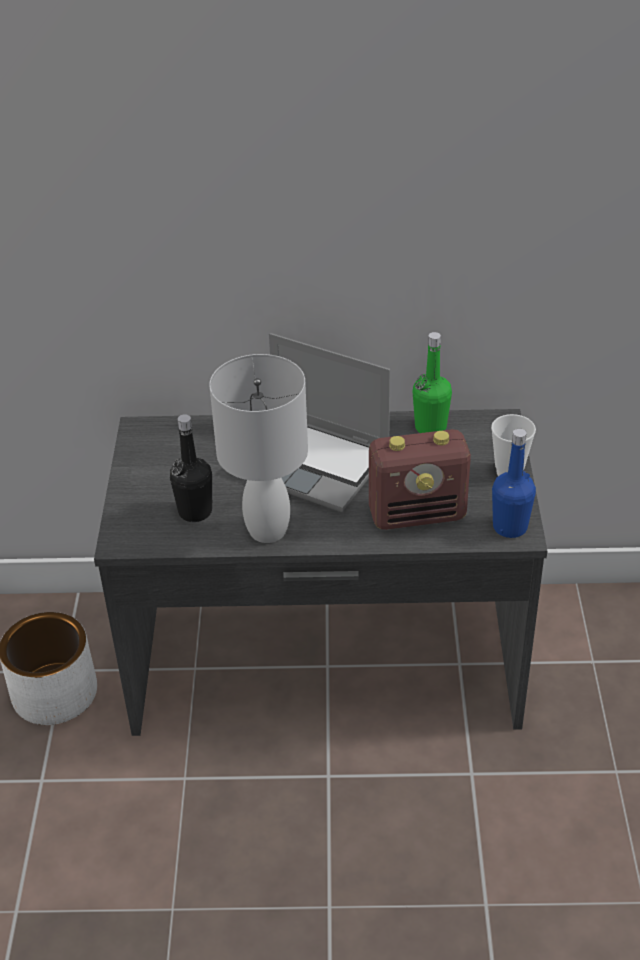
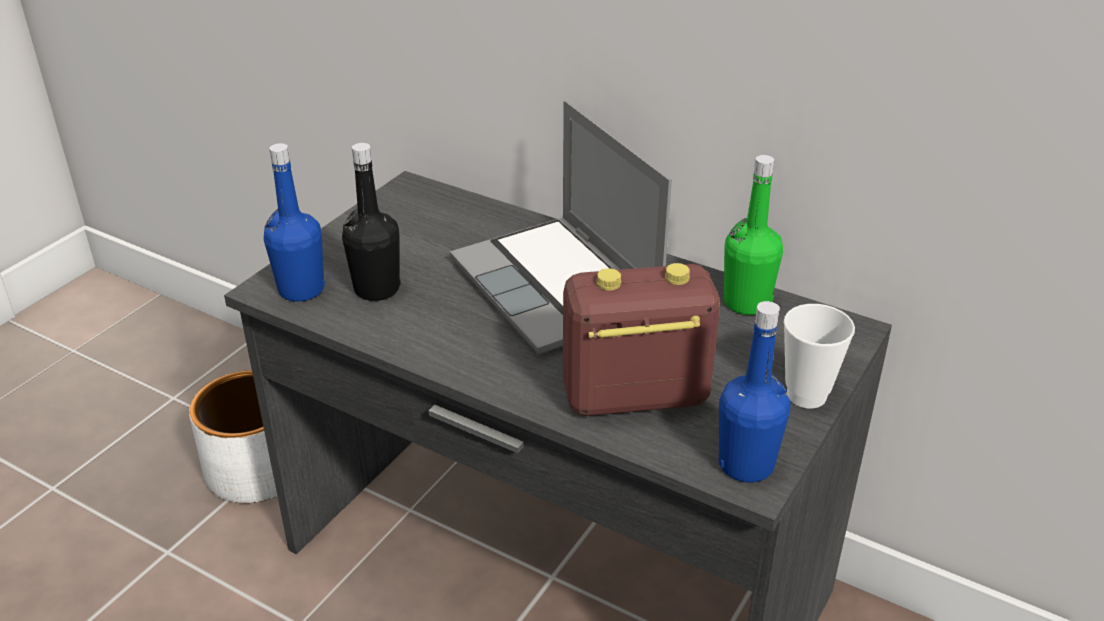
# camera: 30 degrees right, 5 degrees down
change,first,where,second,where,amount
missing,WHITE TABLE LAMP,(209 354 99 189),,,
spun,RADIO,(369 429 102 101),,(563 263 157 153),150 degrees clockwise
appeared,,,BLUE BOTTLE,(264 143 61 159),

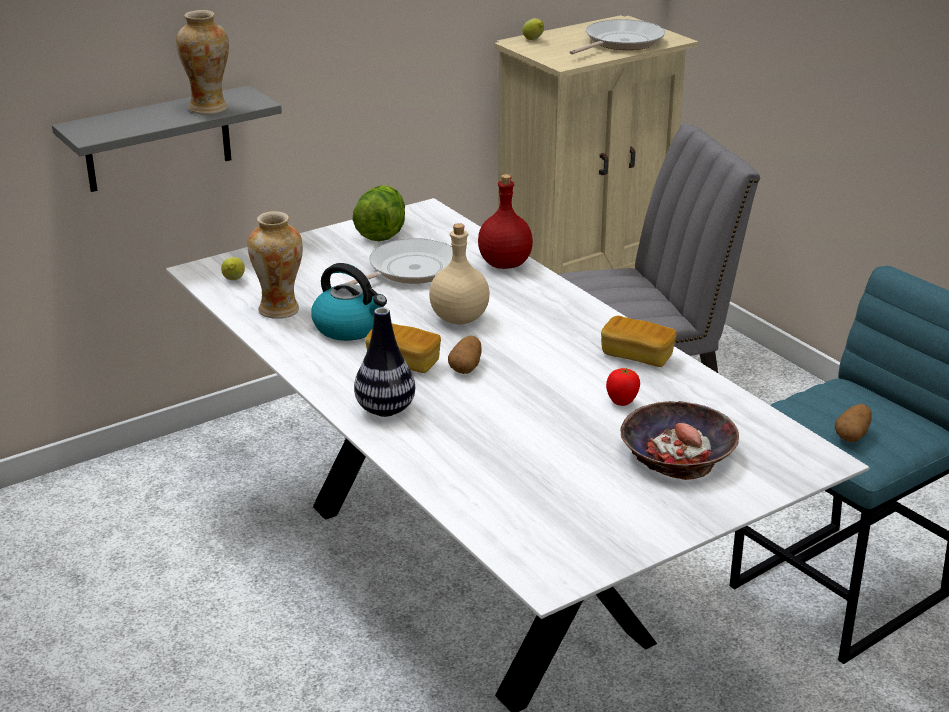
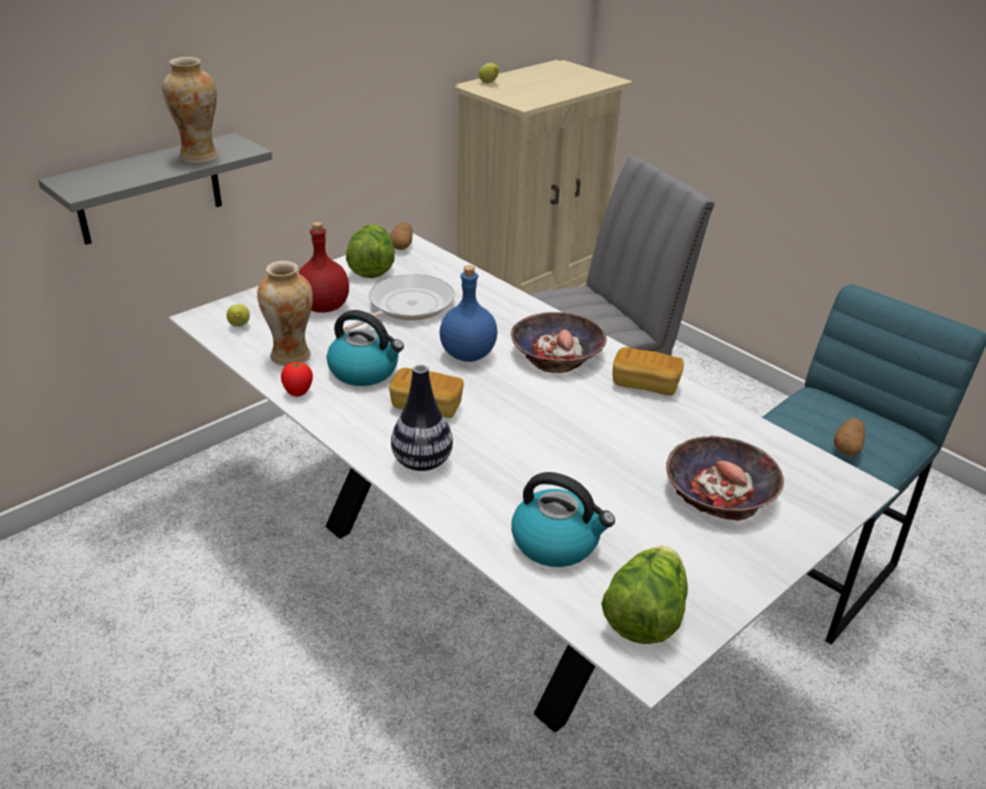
# camera: 10 degrees left, 5 degrees up
change,first,where,second,where,amount
colour,BEIGE BOTTLE,(429 223 61 102),BLUE BOTTLE,(440 265 58 97),
relocated,POTATO,(448 335 33 39),,(390 222 23 28),
relocated,RED BOTTLE,(478 174 55 95),,(298 222 51 91),
missing,FRYING PAN,(570 19 95 35),,,
relocated,TOMATO,(606 368 34 38),,(281 362 32 35),
appeared,,,BOWL,(511 312 96 61),
appeared,,,KETTLE,(511 472 104 95),
appeared,,,LETTUCE,(601 546 87 98),

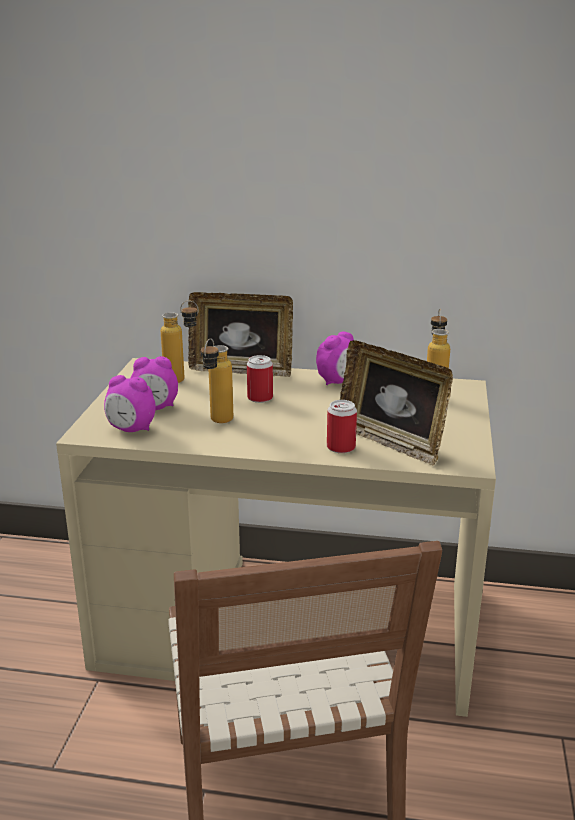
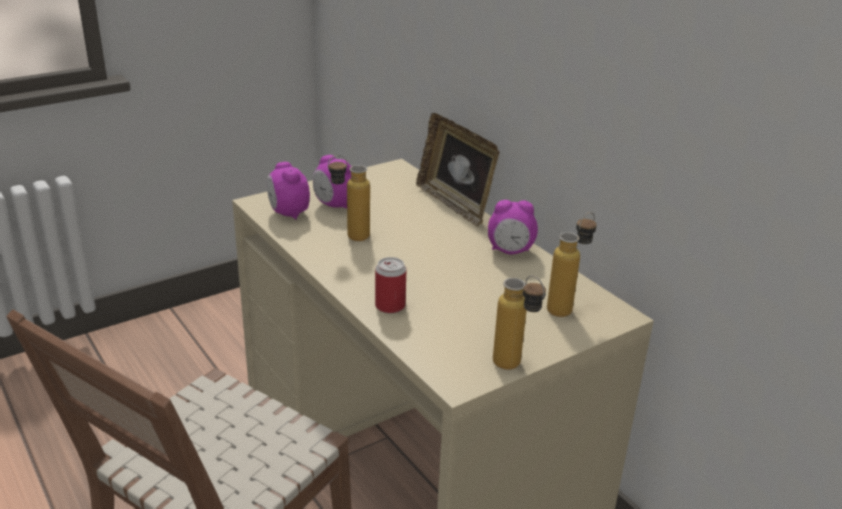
# camera: 45 degrees right, 5 degrees up
change,first,where,second,where,amount
relocated,BOTTLE,(161 300 38 83),,(493 275 53 95),
missing,CAN,(247 355 26 48),,,
missing,PICTURE FRAME,(340 340 113 126),,,

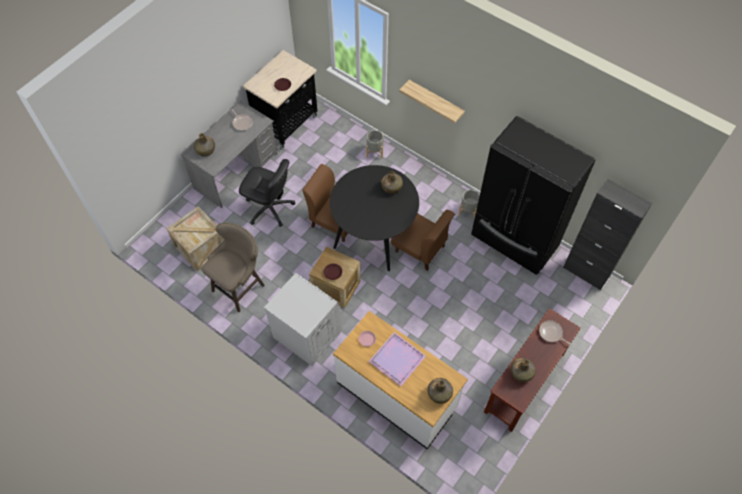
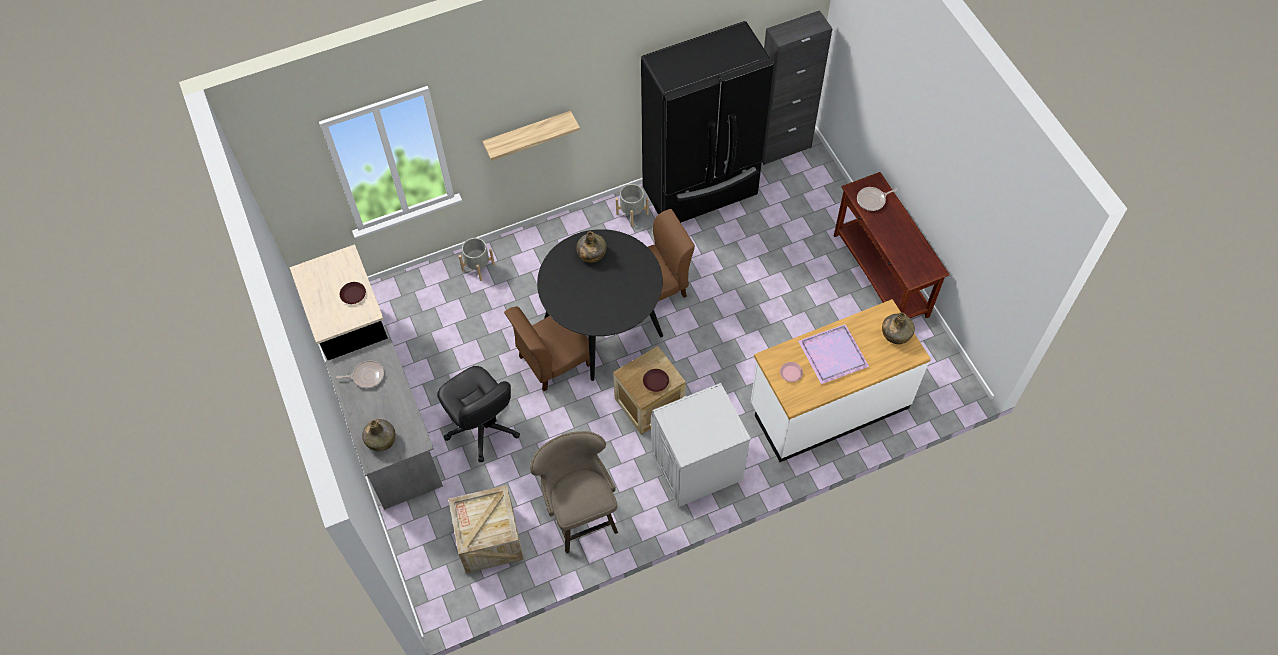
# camera: 60 degrees left, 0 degrees up
change,first,where,second,where,amount
spun,BLACK OFFICE CHAIR,(239 159 56 68),,(437 366 83 96),90 degrees clockwise
missing,GREEN BOTTLE,(511 358 25 24),,,

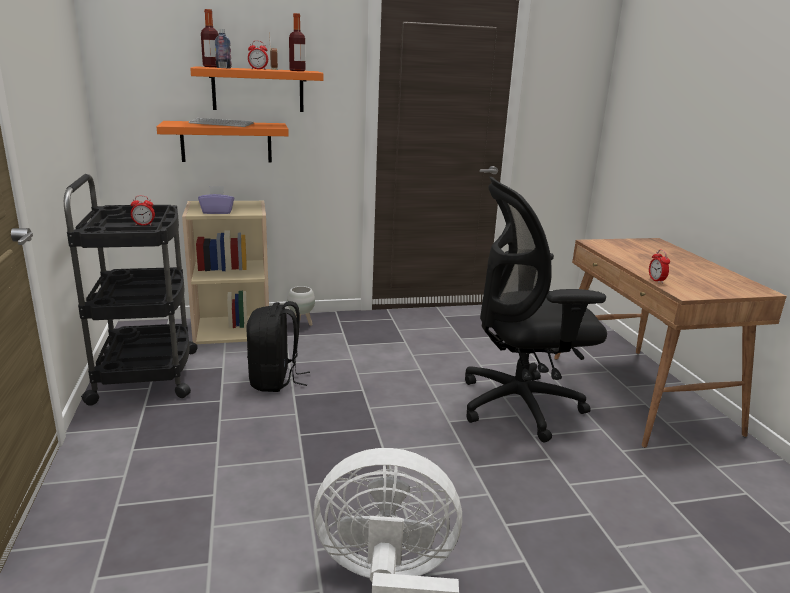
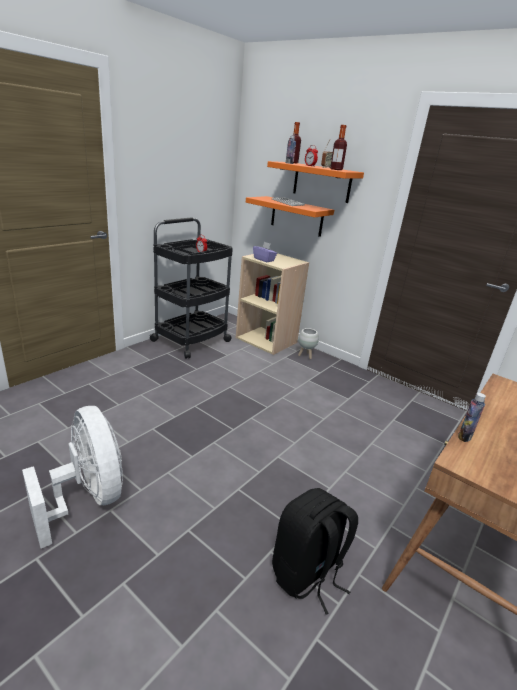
# camera: 50 degrees right, 5 degrees up
change,first,where,second,where,amount
relocated,BLACK BACKPACK,(246 301 64 91),,(272 488 86 126),
missing,BLACK OFFICE CHAIR,(465 177 142 265),,,
exchanged,ALARM CLOCK,(649 250 21 33),BOTTLE,(458 393 28 49),

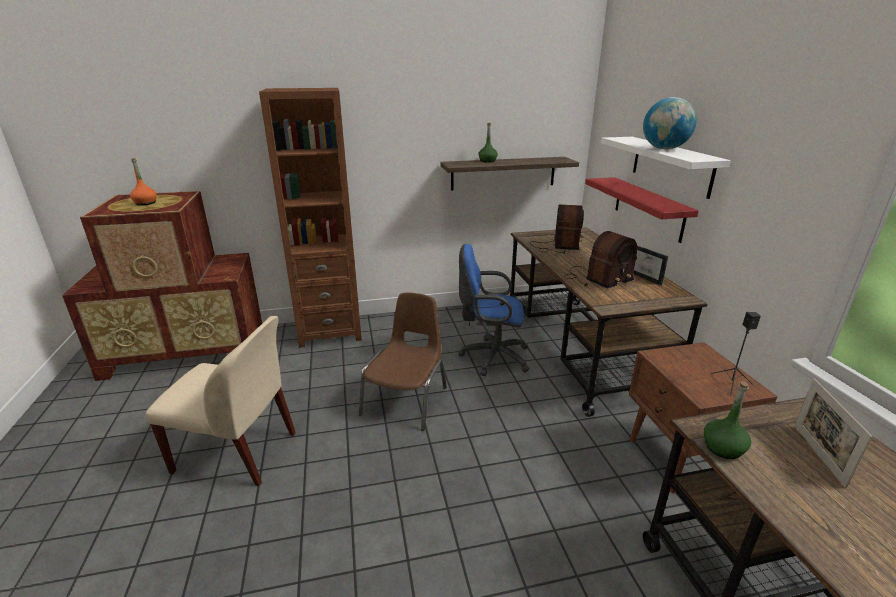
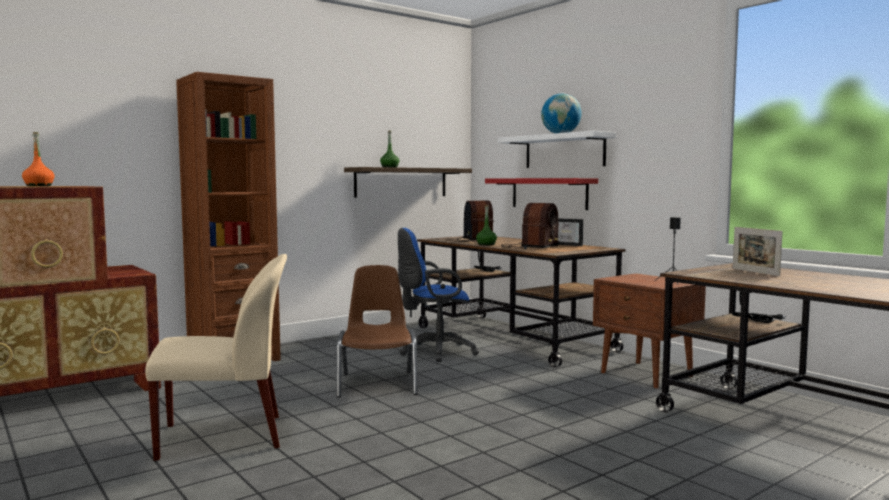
# camera: 25 degrees left, 20 degrees down
change,first,where,second,where,amount
relocated,GREEN BOTTLE,(704 381 47 78),,(476 205 21 41),

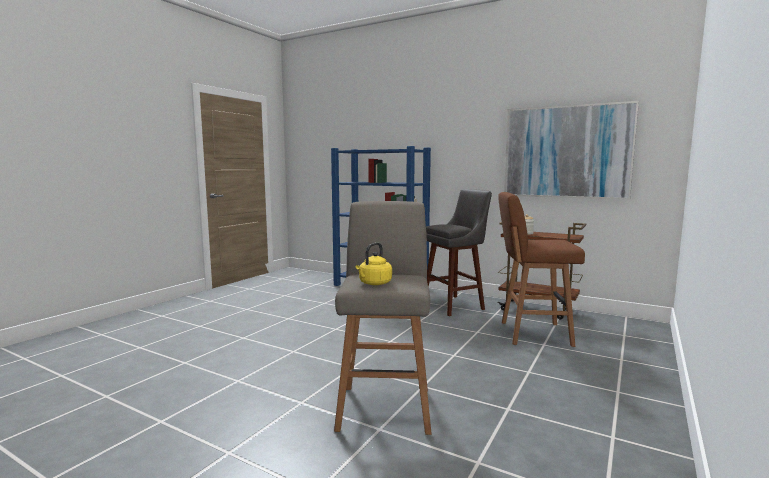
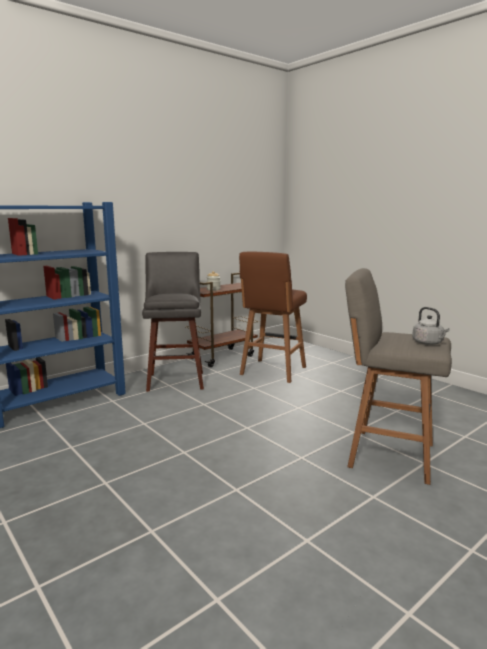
# camera: 70 degrees left, 5 degrees up
change,first,where,second,where,amount
colour,YELLOW KETTLE,(356 242 36 43),GREY KETTLE,(412 307 37 38),
missing,PICTURE,(504 101 135 99),,,

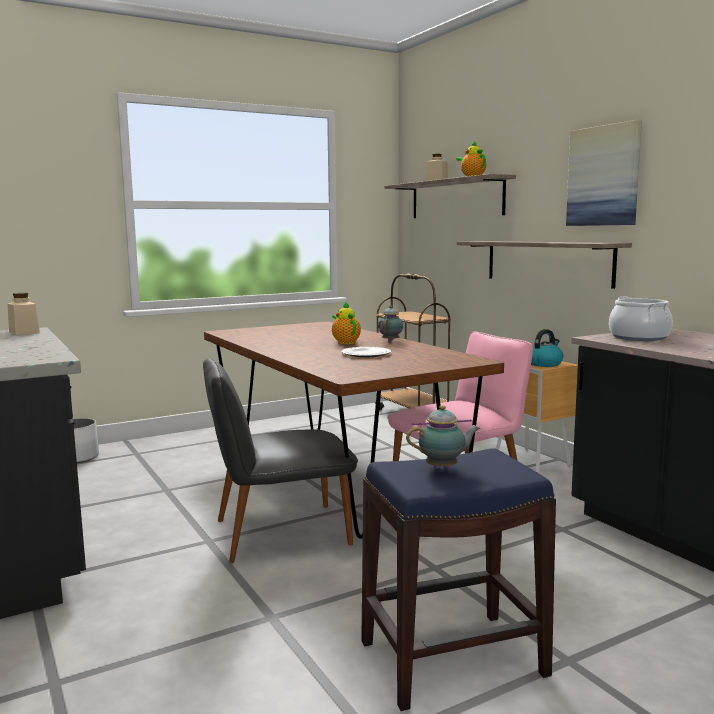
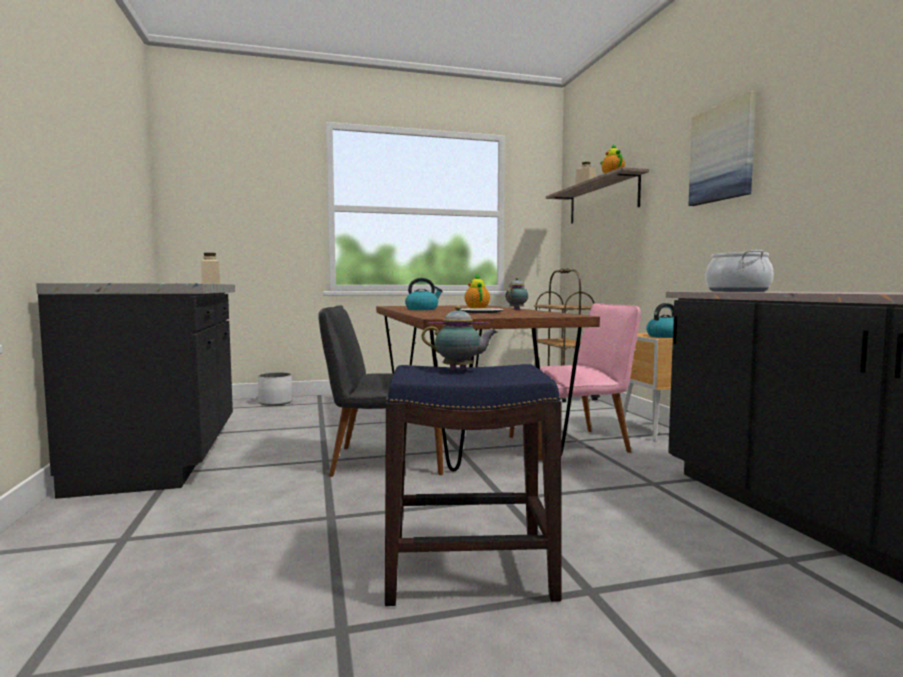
# camera: 15 degrees right, 5 degrees down
change,first,where,second,where,amount
missing,SHELF,(457 241 175 48),,,
appeared,,,KETTLE,(405 278 38 32),

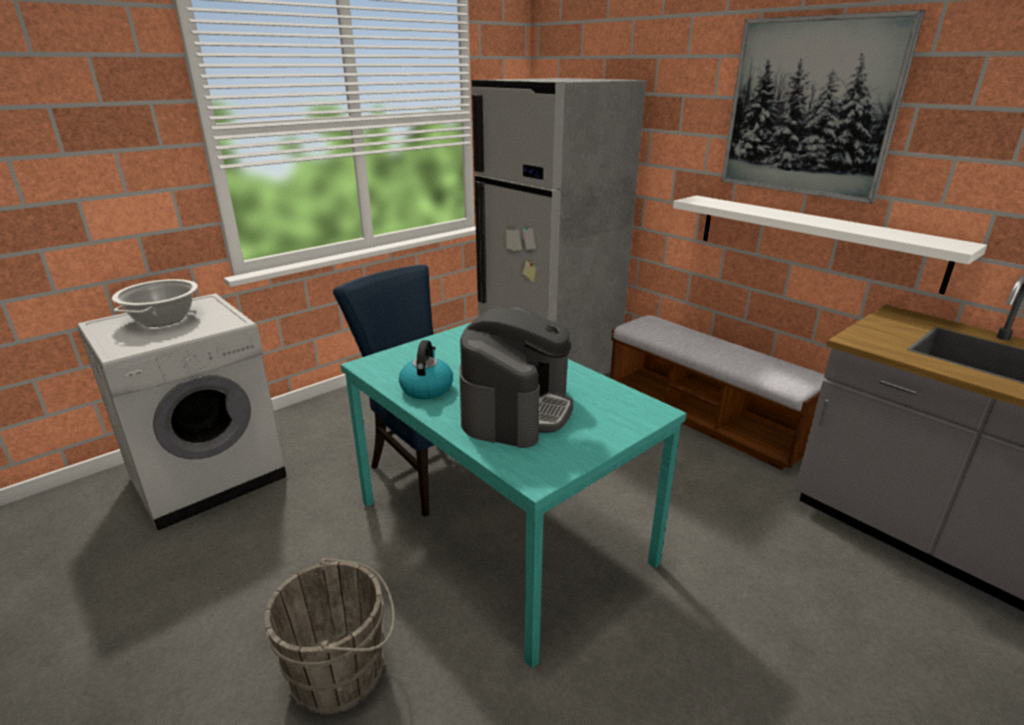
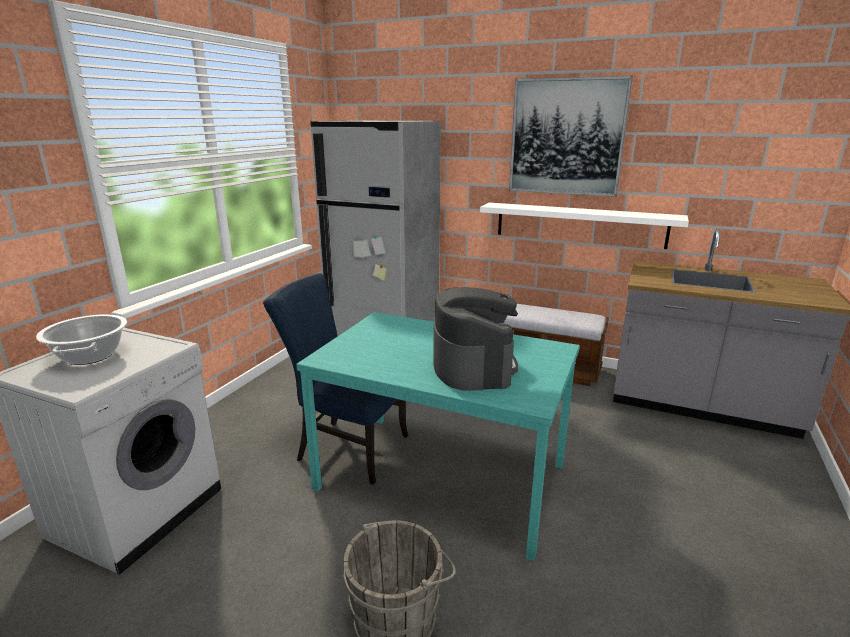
# camera: 25 degrees left, 5 degrees down
change,first,where,second,where,amount
missing,KETTLE,(399 340 54 59),,,

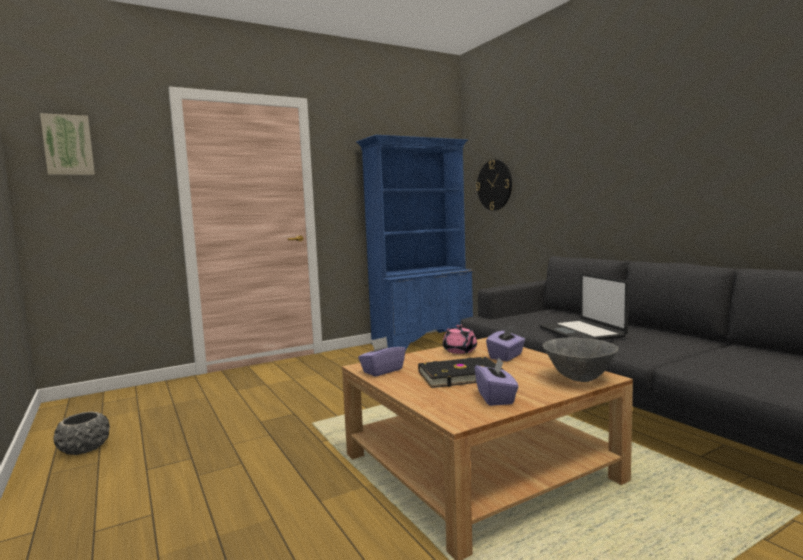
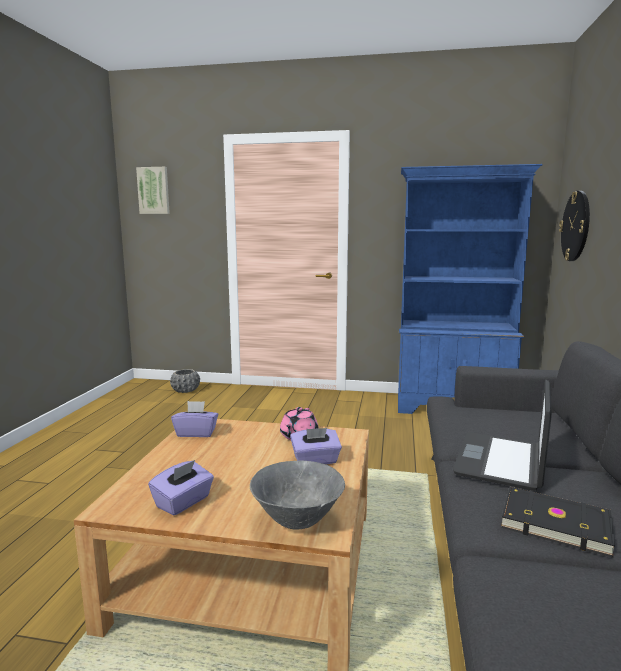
# camera: 40 degrees right, 5 degrees up
change,first,where,second,where,amount
relocated,GREY PLANTER,(53 411 57 44),,(170 369 30 24),
relocated,BLACK BOOK,(418 357 87 31),,(501 487 114 71),

